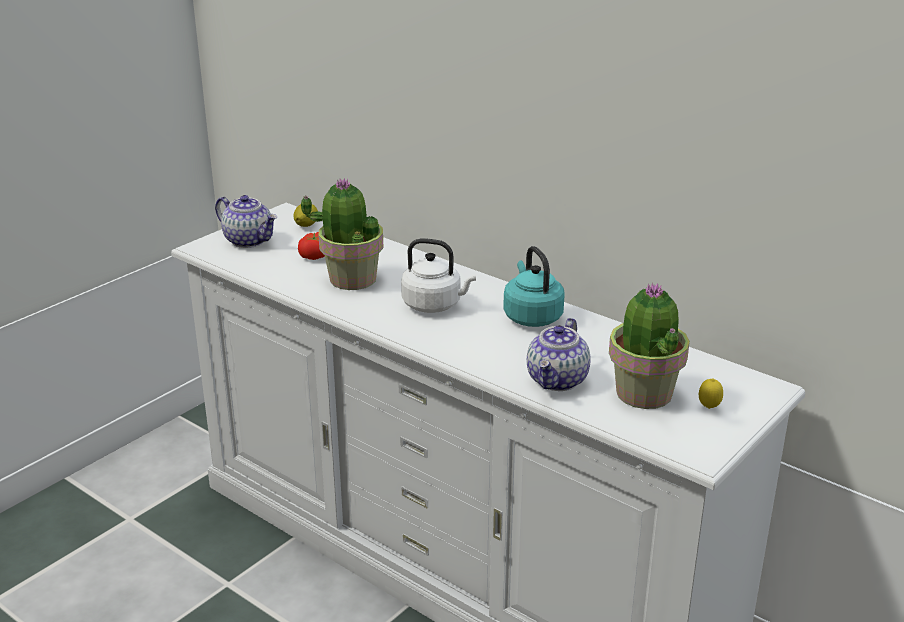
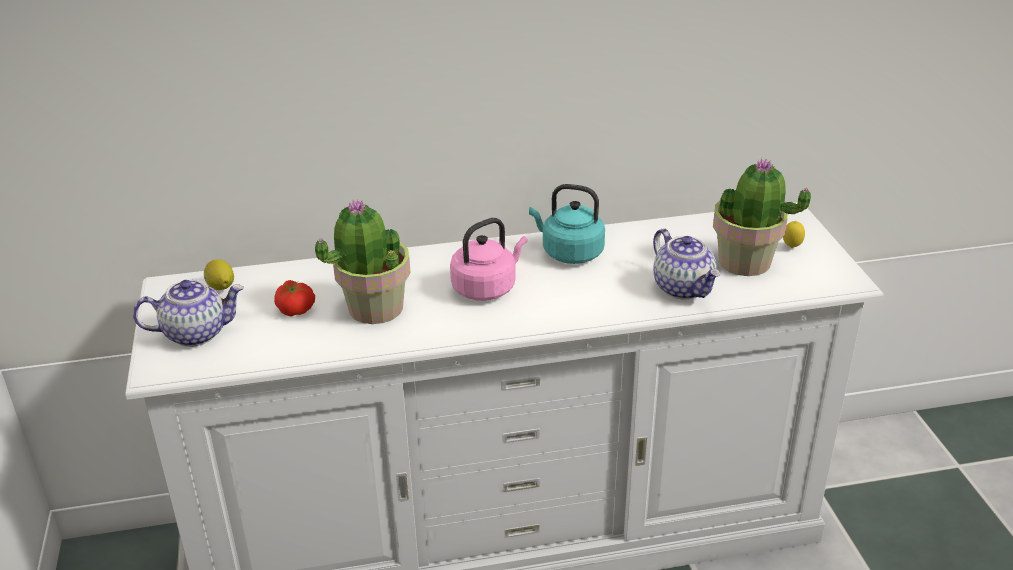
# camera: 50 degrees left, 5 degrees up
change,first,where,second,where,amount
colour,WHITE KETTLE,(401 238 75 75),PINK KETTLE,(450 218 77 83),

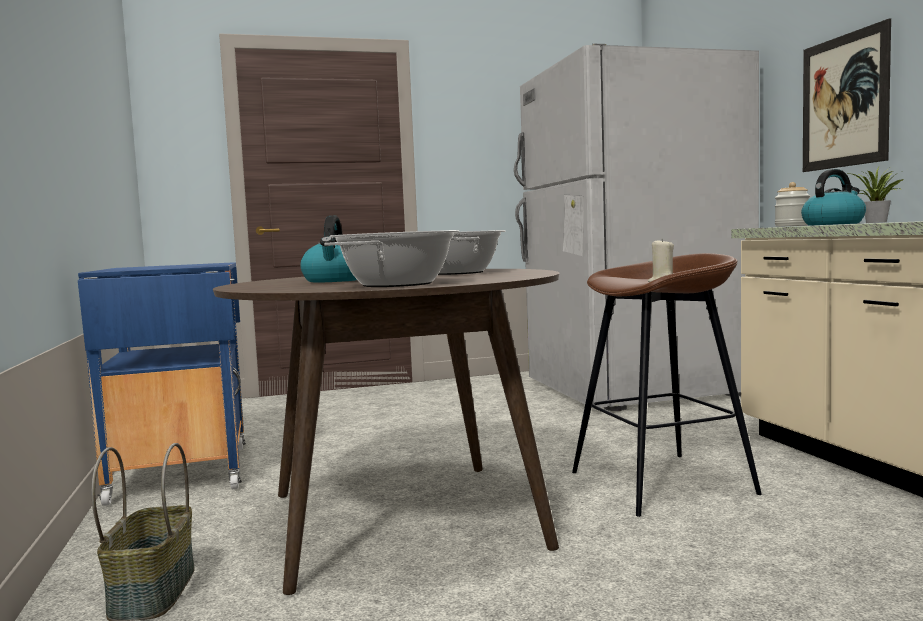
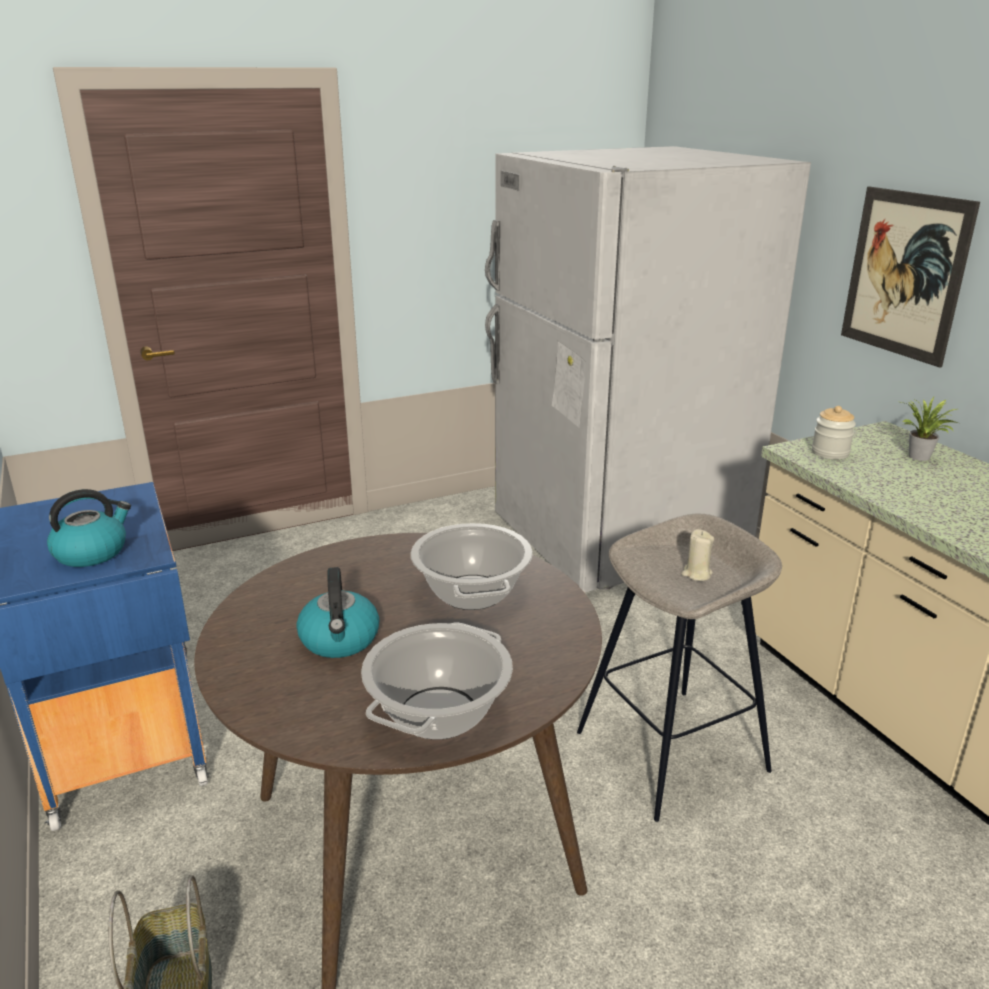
# camera: 10 degrees left, 20 degrees up
change,first,where,second,where,amount
colour,BROWN STOOL,(572 253 190 264),GREY STOOL,(577 513 205 309),
relocated,KETTLE,(801 169 65 57),,(47 489 84 78),

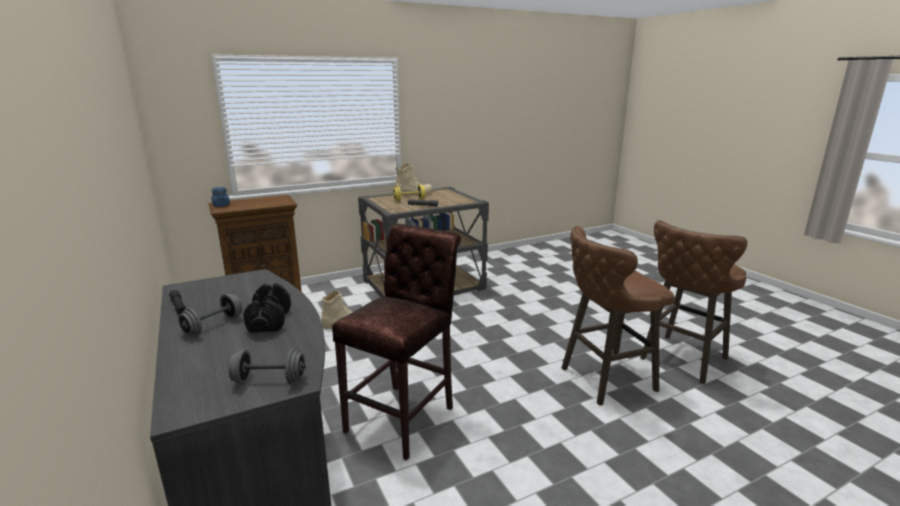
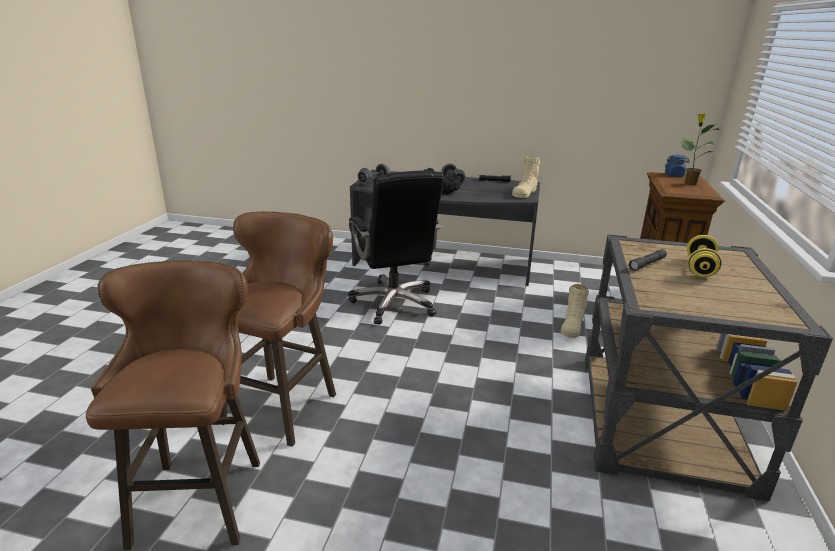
# camera: 130 degrees right, 5 degrees up
change,first,where,second,where,amount
exchanged,BROWN STOOL,(332 224 129 237),BLACK OFFICE CHAIR,(348 171 95 153),
relocated,BEIGE BOOT,(395 164 38 31),,(512 155 28 43),
appeared,,,POTTED PLANT,(681 113 38 72),

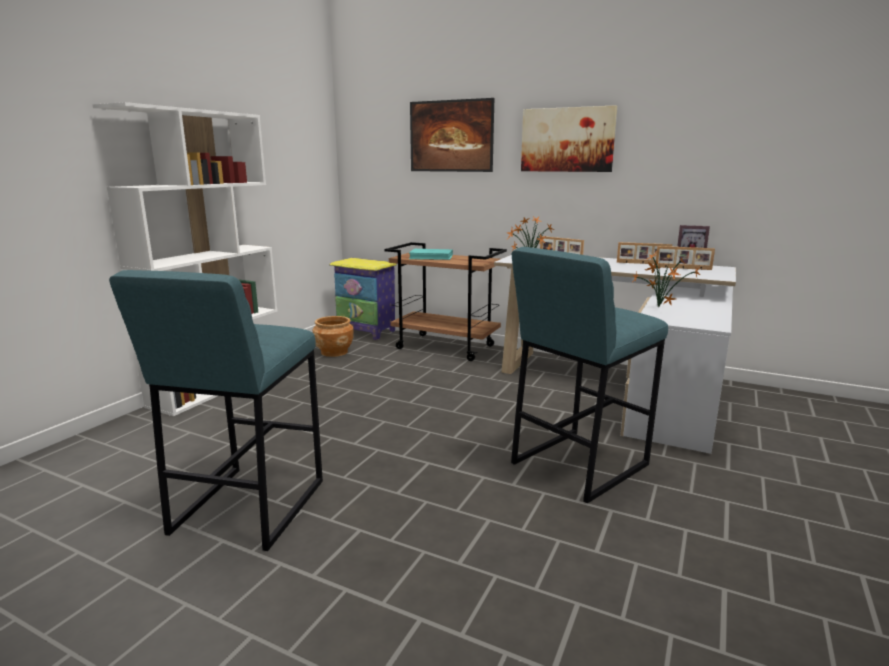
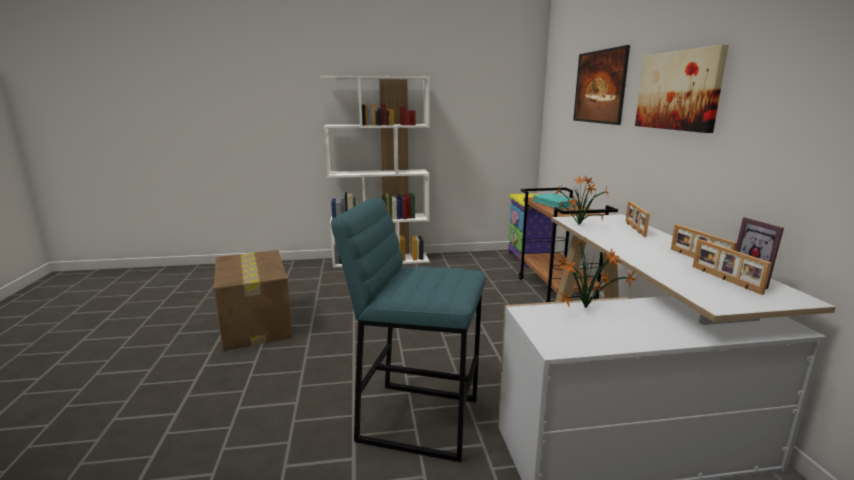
# camera: 55 degrees right, 0 degrees up
change,first,where,second,where,amount
exchanged,TURQUOISE STOOL,(109 270 214 281),CARDBOARD BOX,(214 250 79 101),
missing,BROWN PLANTER,(313 316 41 41),,,

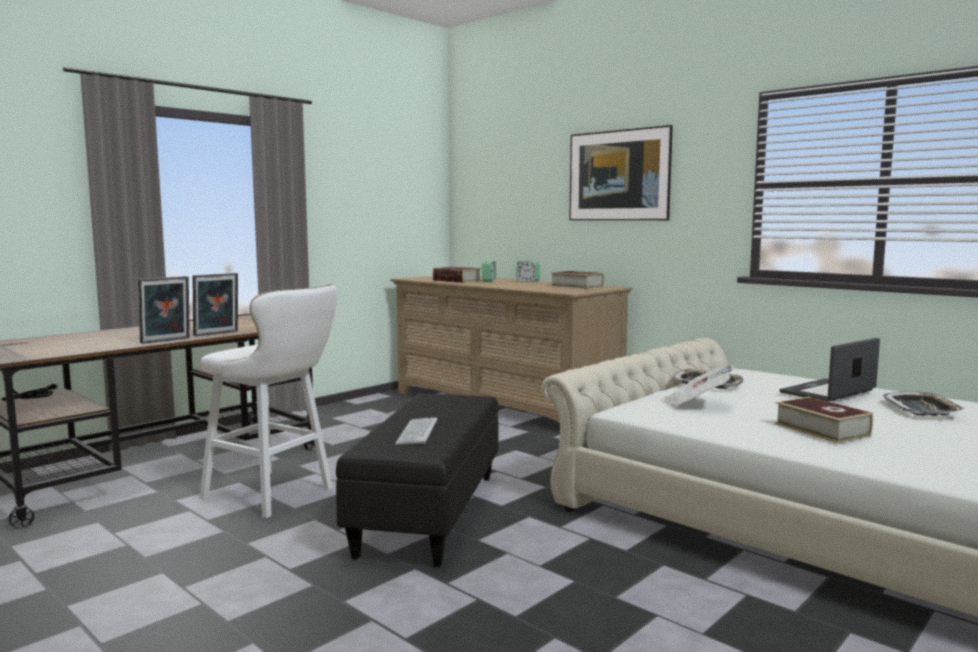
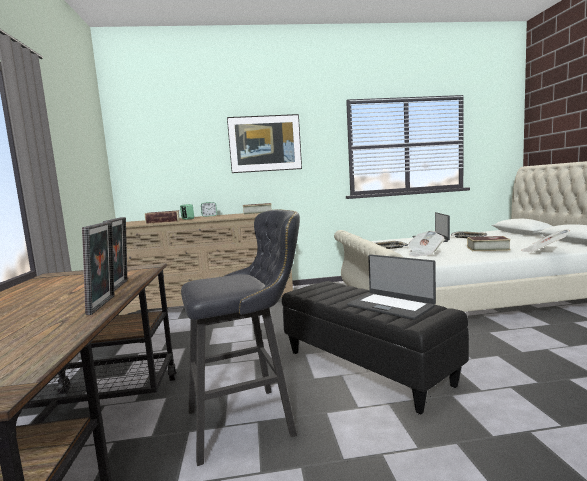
# camera: 50 degrees left, 0 degrees up
change,first,where,second,where,amount
colour,WHITE STOOL,(200 284 138 234),BLACK STOOL,(181 209 119 257),
exchanged,KEYBOARD,(395 417 42 28),LAPTOP,(347 254 89 66),
appeared,,,NEWSPAPER,(521 229 49 23),

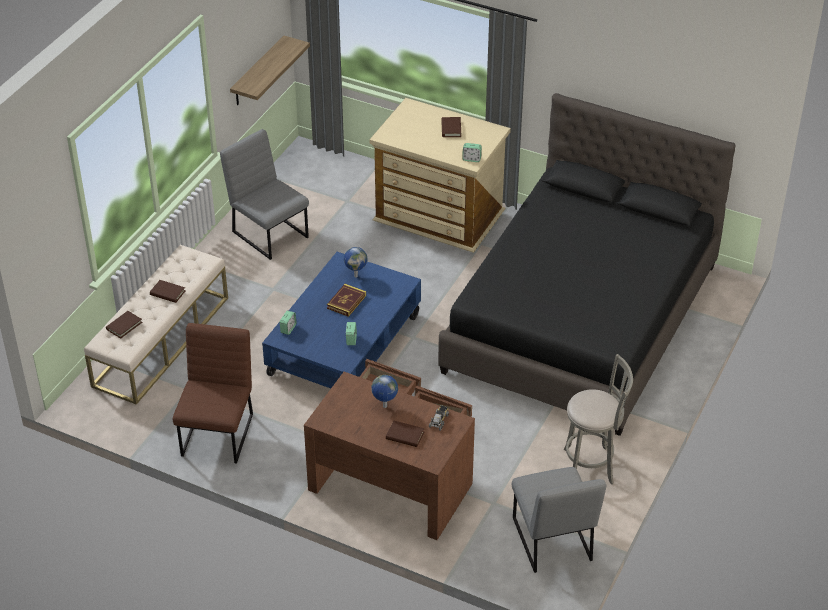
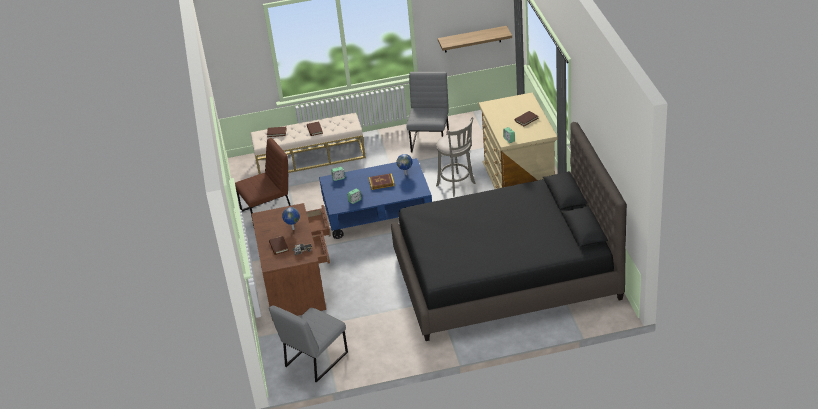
# camera: 55 degrees right, 5 degrees down
change,first,where,second,where,amount
relocated,GREY STOOL,(564 354 69 130),,(436 117 40 80),

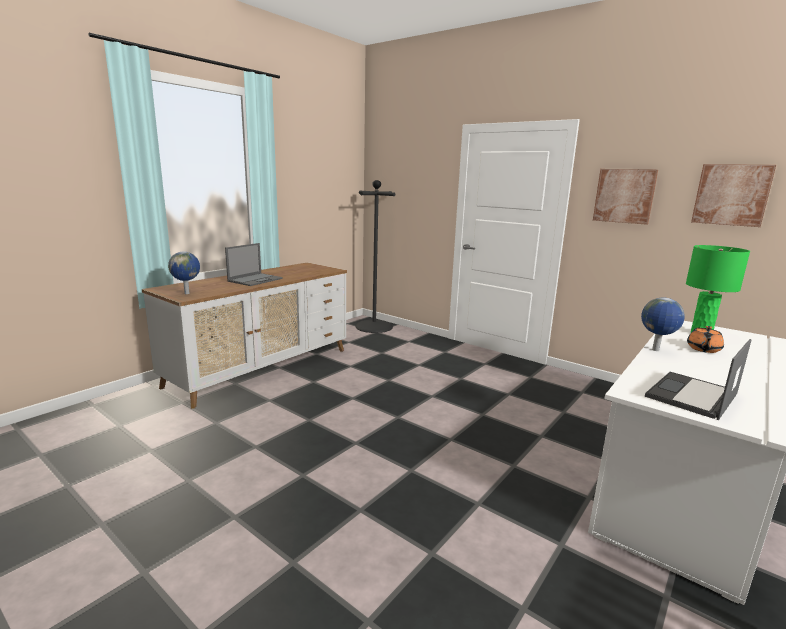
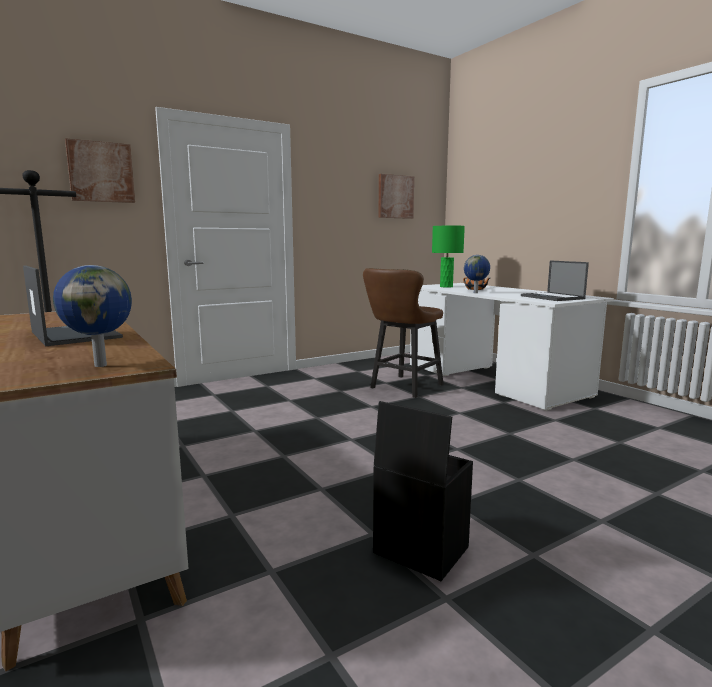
# camera: 70 degrees left, 5 degrees down
change,first,where,second,where,amount
relocated,PICTURE,(593 169 65 56),,(65 138 70 65),
appeared,,,BROWN STOOL,(363 268 81 130),
appeared,,,BLACK STORAGE BOX,(373 401 100 180),

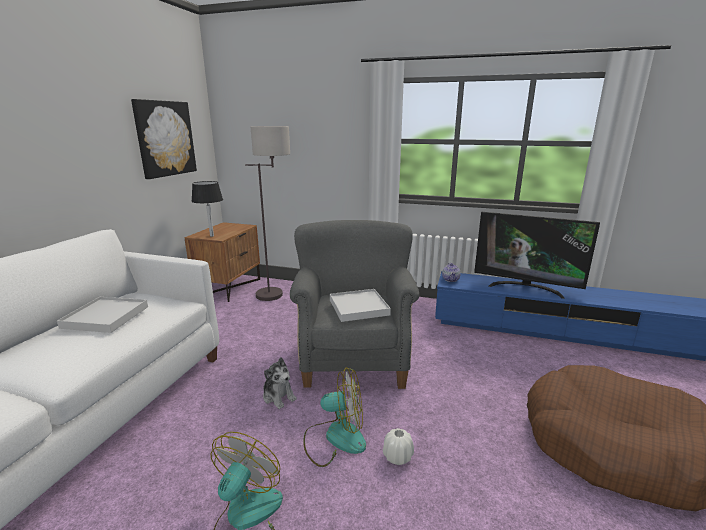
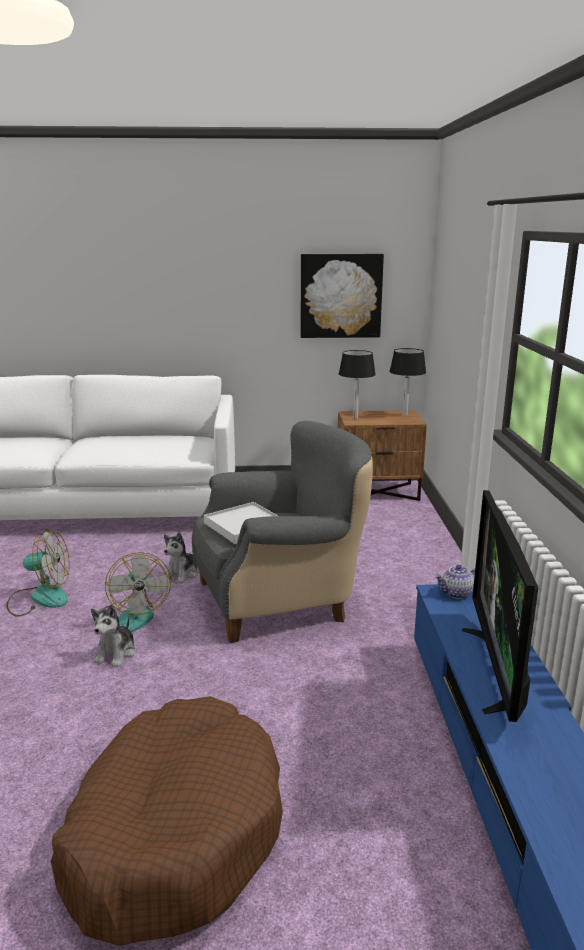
# camera: 70 degrees right, 0 degrees up
change,first,where,second,where,amount
missing,WHITE TRAY,(57 297 91 36),,,
missing,GREY FLOOR LAMP,(245 126 45 175),,,
exchanged,WHITE VASE,(383 428 31 37),PLUSH TOY,(91 605 45 62),
appeared,,,BLACK TABLE LAMP,(389 348 37 68),

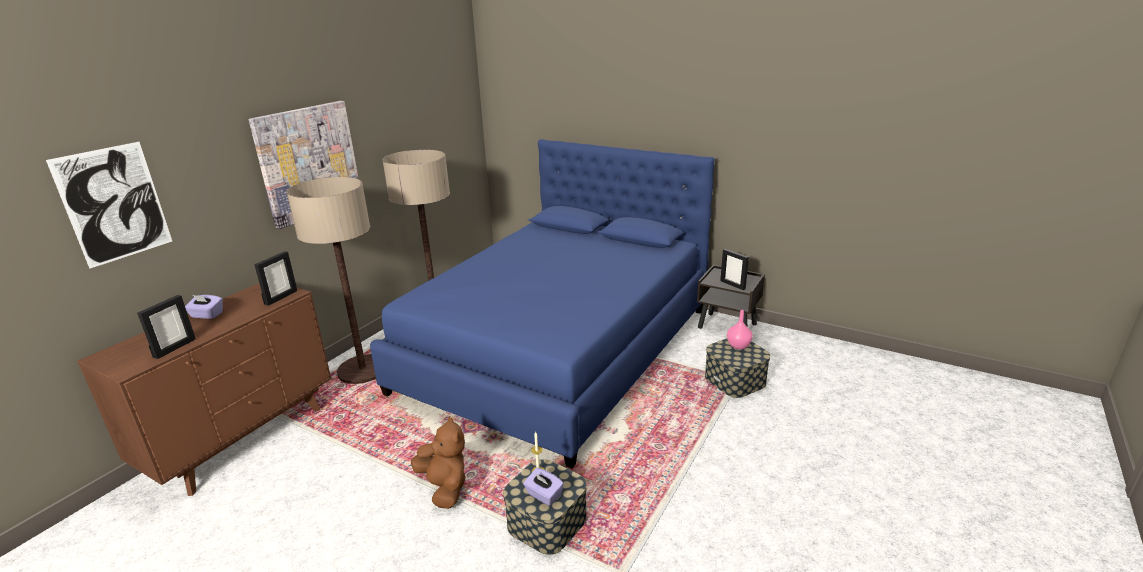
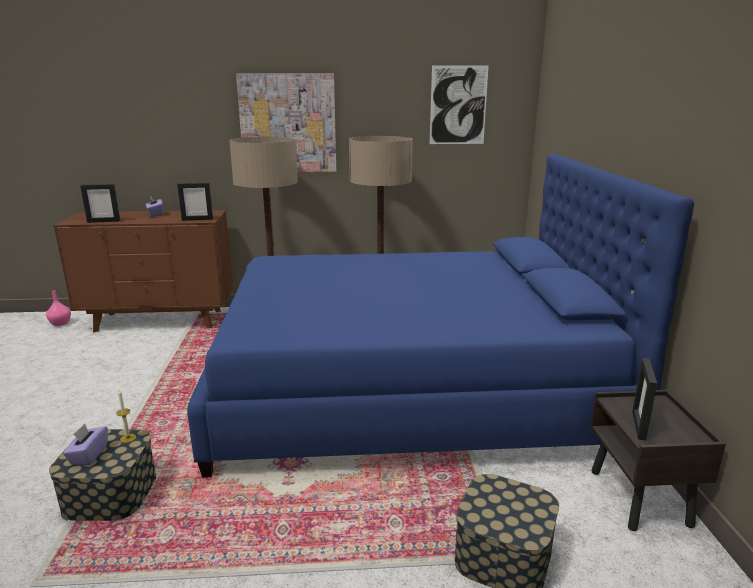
# camera: 55 degrees right, 5 degrees down
change,first,where,second,where,amount
relocated,PICTURE,(46 142 126 127),,(430 65 59 79),
missing,BROWN PLUSH TOY,(411 417 55 92),,,
relocated,PINK VASE,(727 310 26 39),,(46 290 25 36),

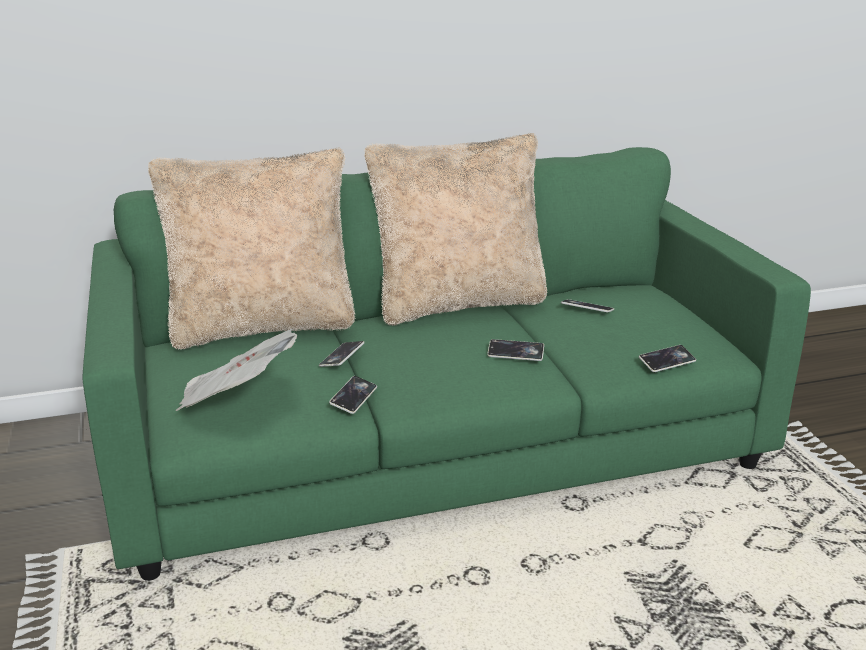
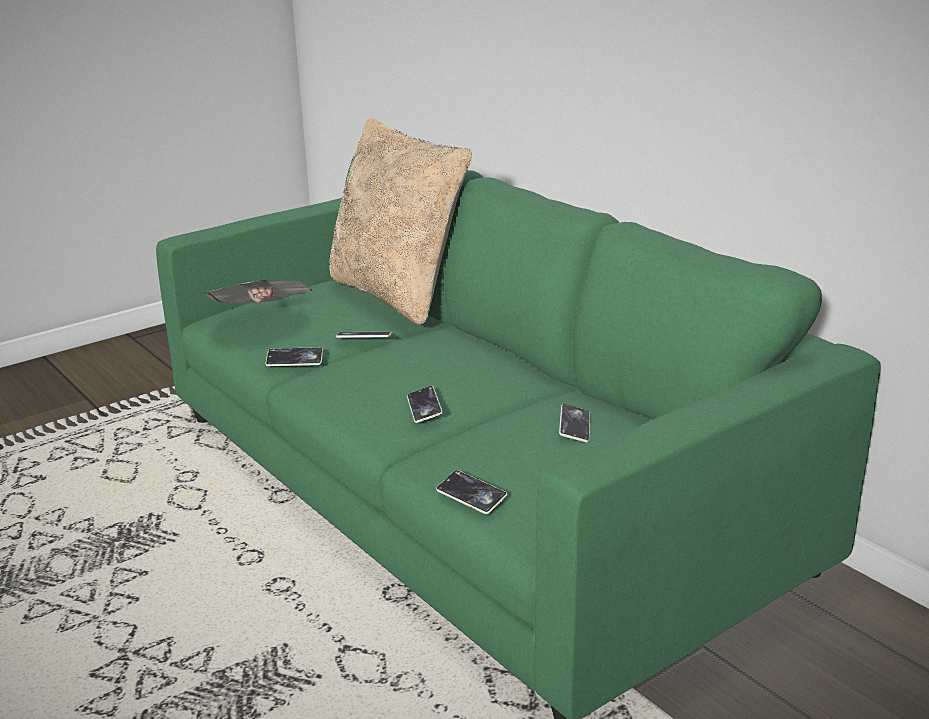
# camera: 70 degrees right, 0 degrees up
change,first,where,second,where,amount
missing,BEIGE PILLOW,(364 133 183 193),,,

